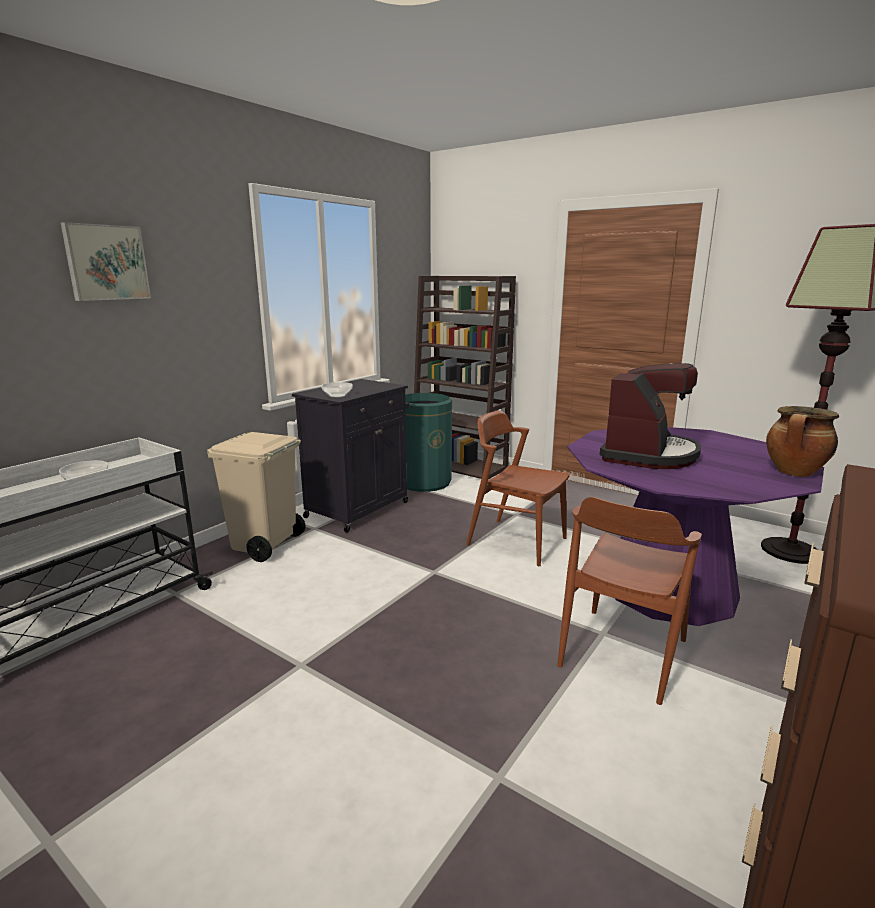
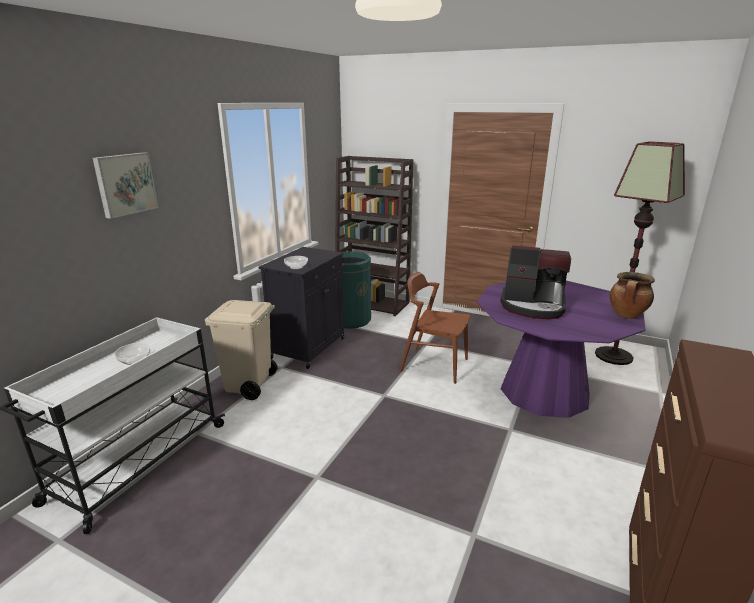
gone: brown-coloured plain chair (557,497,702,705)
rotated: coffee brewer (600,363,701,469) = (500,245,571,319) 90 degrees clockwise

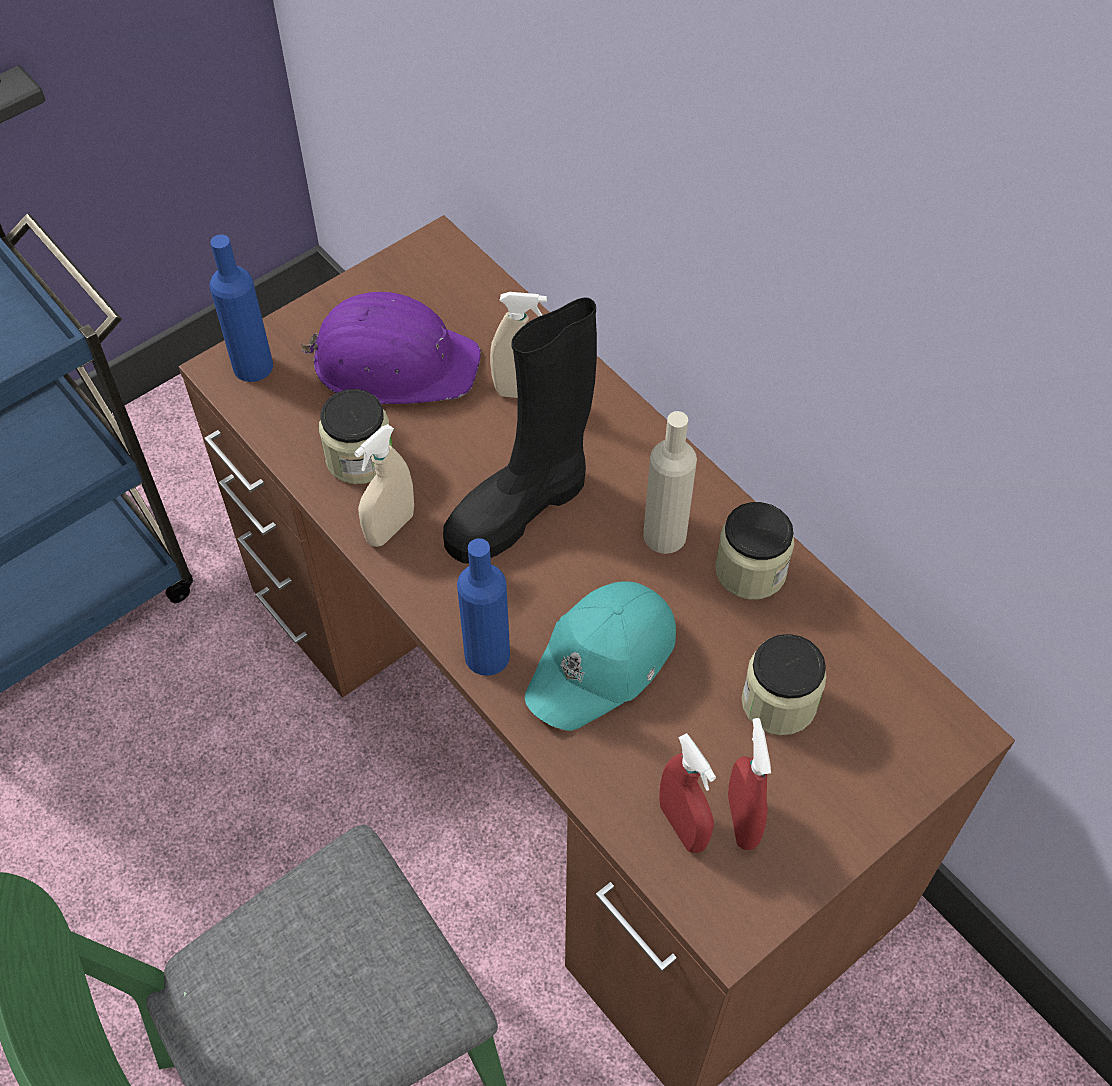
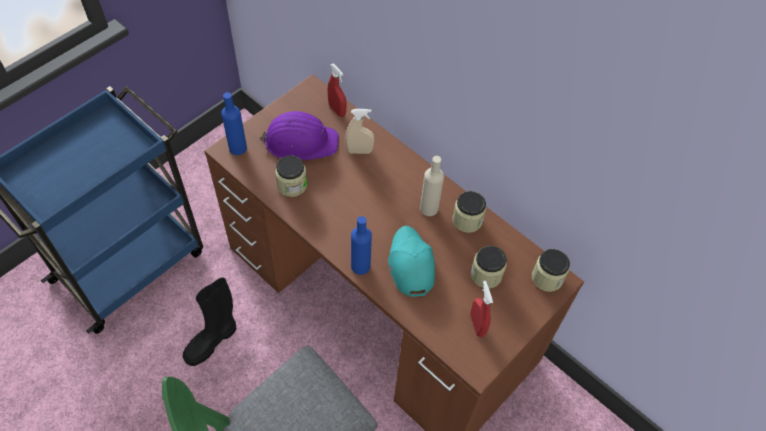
gone: beige spray bottle (354,424,414,547)
new: jar (532,249,570,292)
shifted: black high-top boot (443,297,597,564) to (183,277,236,366); red spray bottle (659,733,716,853) to (328,64,346,117)
rotated: turquoise-coloured cap (525,582,676,731) = (388,226,435,296) 135 degrees clockwise

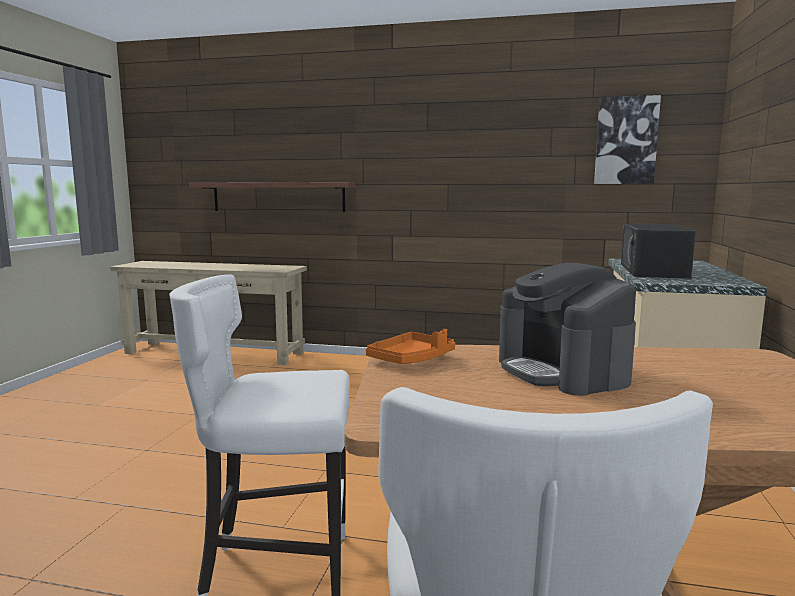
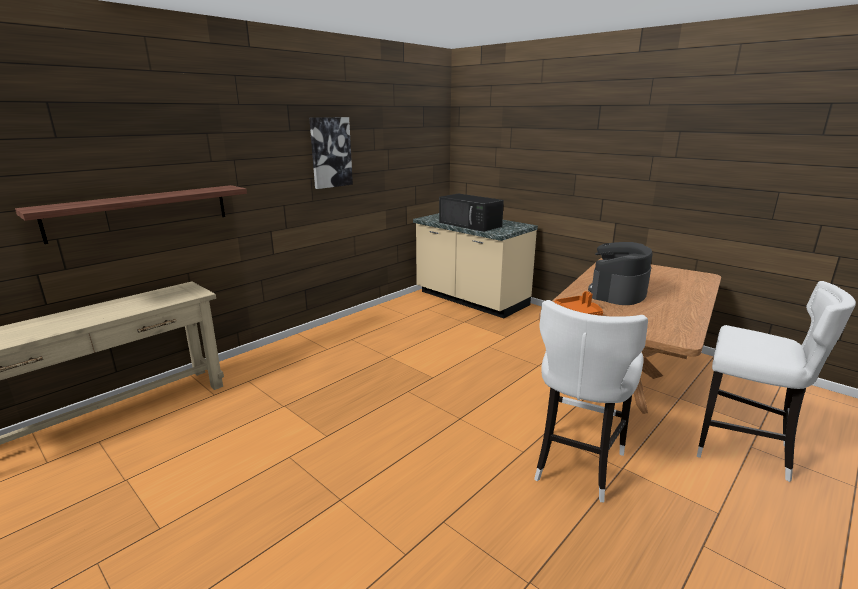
shifted: wall art (594,95,661,184) to (309,117,353,189)
rotated: coffee brewer (499,263,636,396) = (588,242,653,305) 120 degrees clockwise

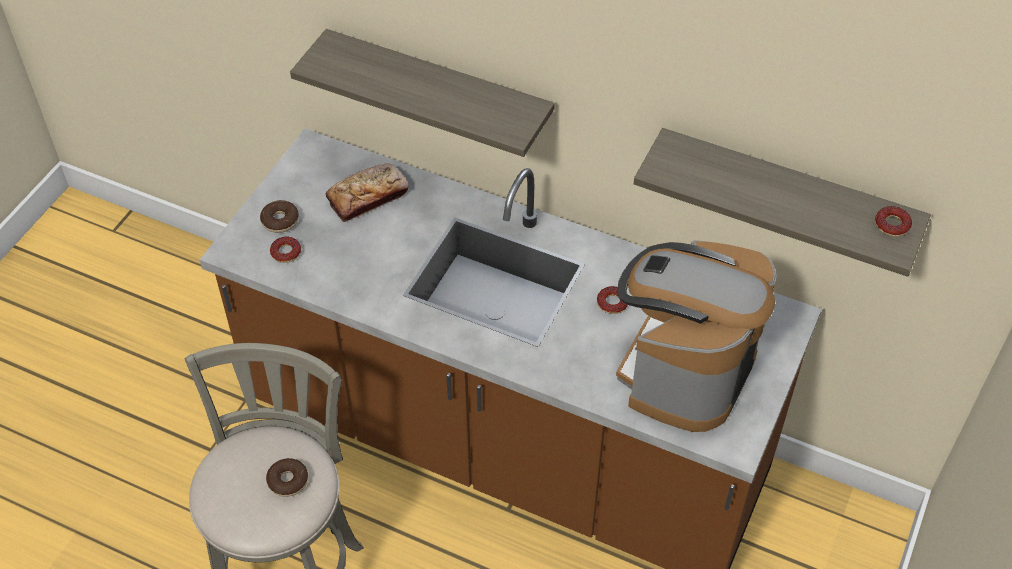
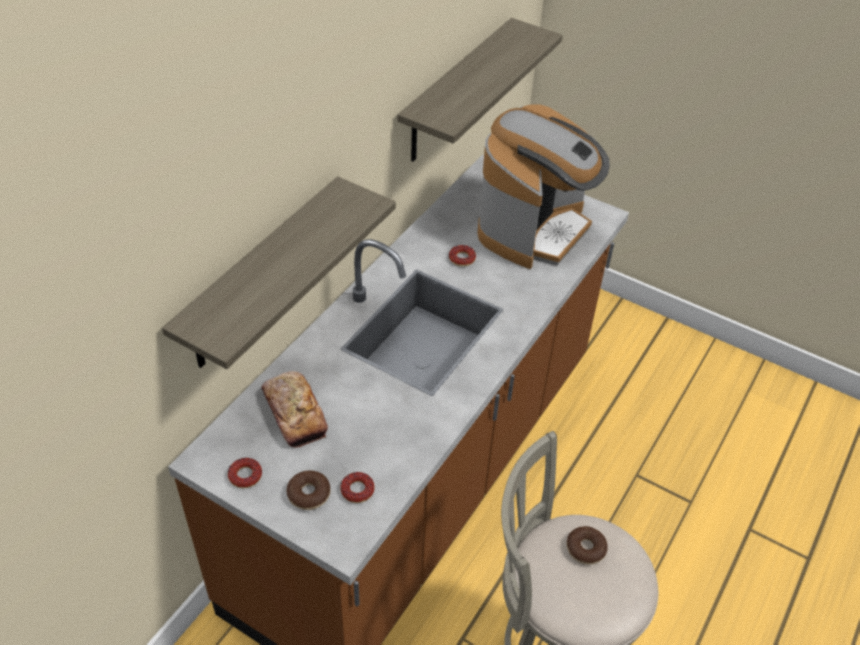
shifted: doughnut (875,206,912,237) to (228,458,262,488)
rotated: coffee brewer (616,240,777,432) = (477,104,610,269) 90 degrees counterclockwise

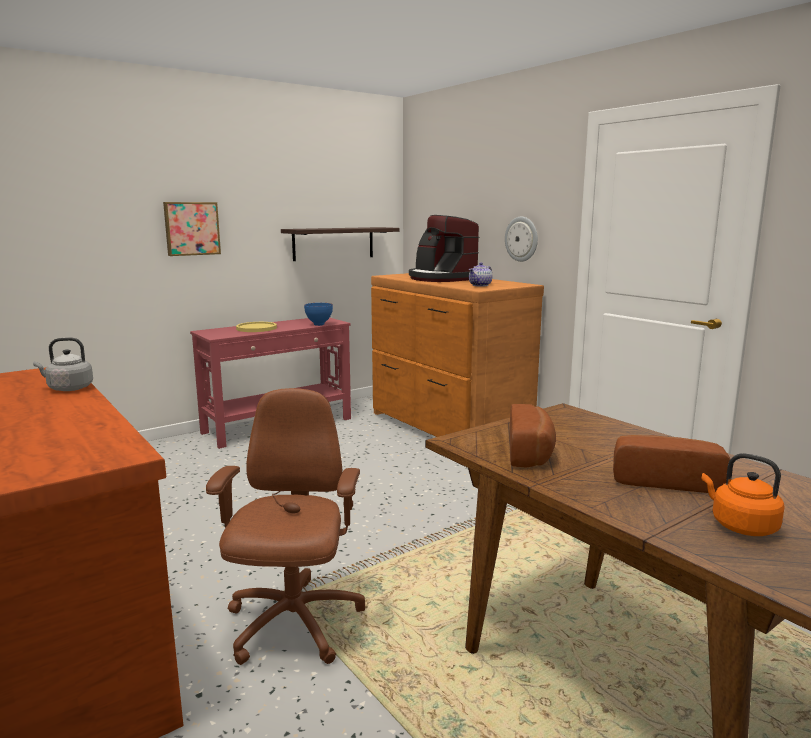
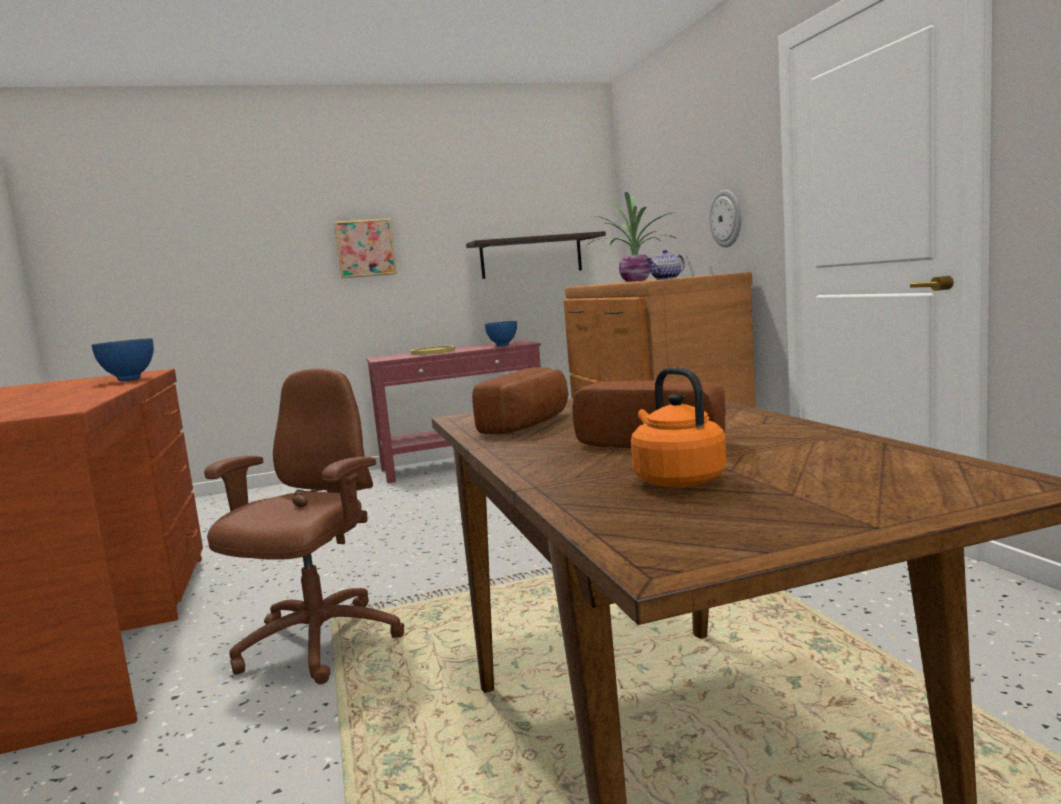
swapped: grey water kettle (33,337,93,391) to blue deep dish (92,338,154,381); coffee brewer (409,215,479,282) to plant in a pot (589,192,678,282)

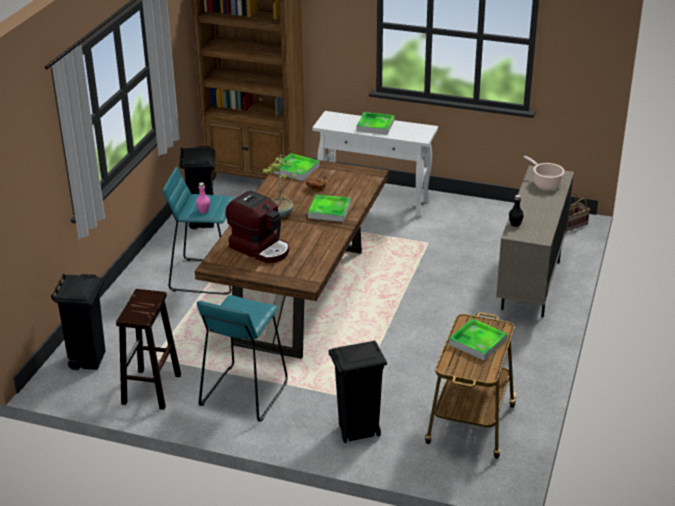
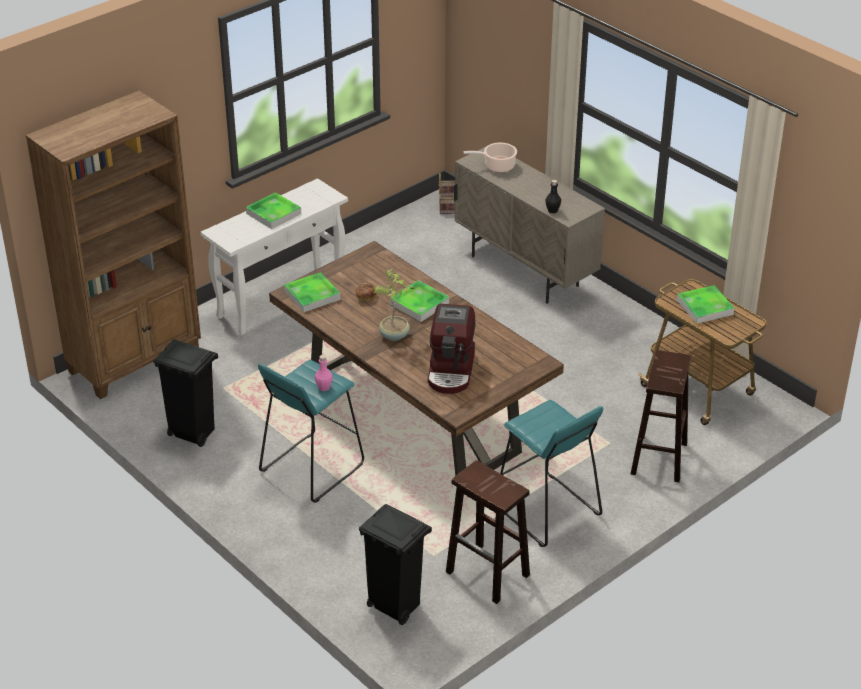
swapped: black trash can (329,340,387,443) to brown-coloured stool seat (631,350,691,482)
rotated: coffee brewer (225,191,289,263) = (427,304,476,394) 120 degrees clockwise

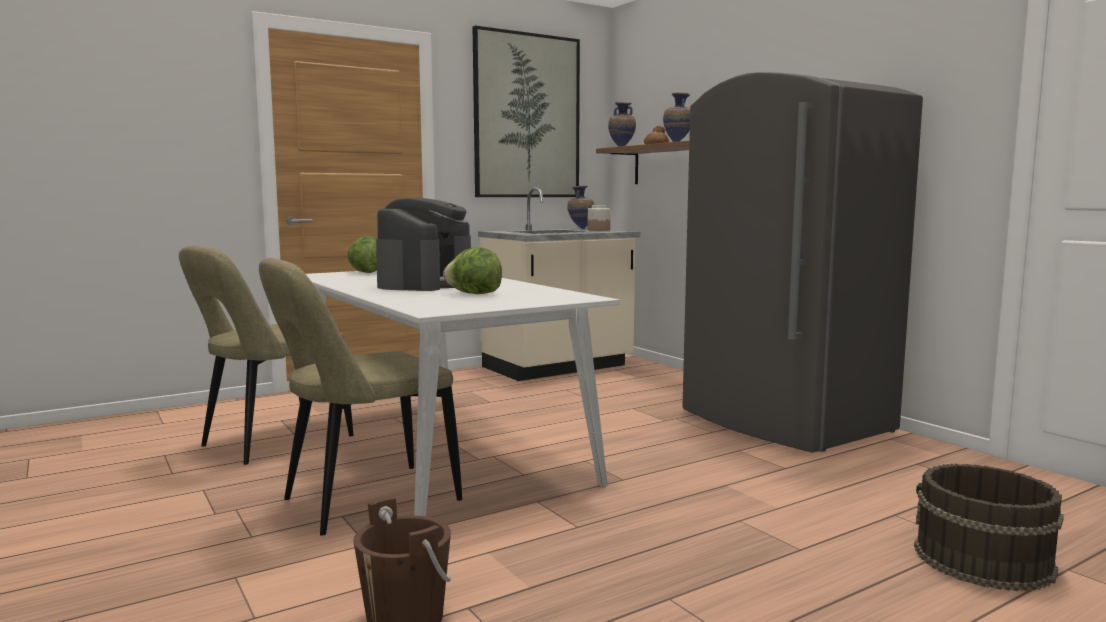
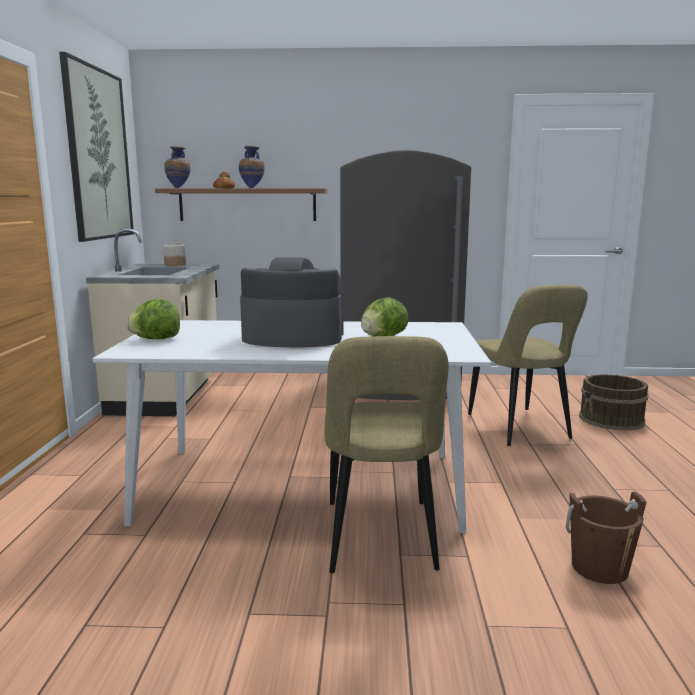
gone: vase (567,185,594,229)
shifted: beige plain chair (179,246,353,465) to (468,285,588,446)
rotated: coffee brewer (376,198,471,291) = (240,257,343,347) 45 degrees counterclockwise

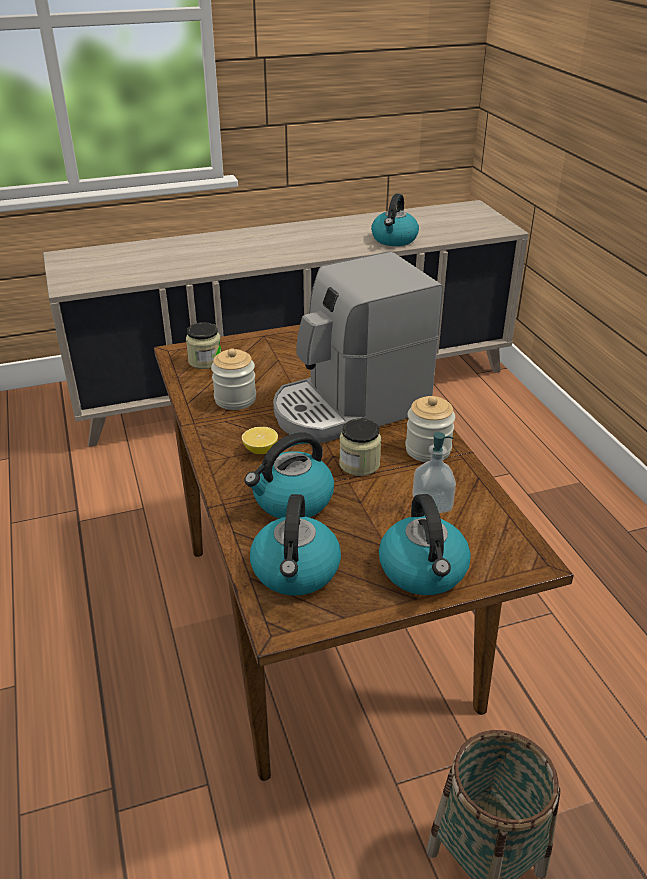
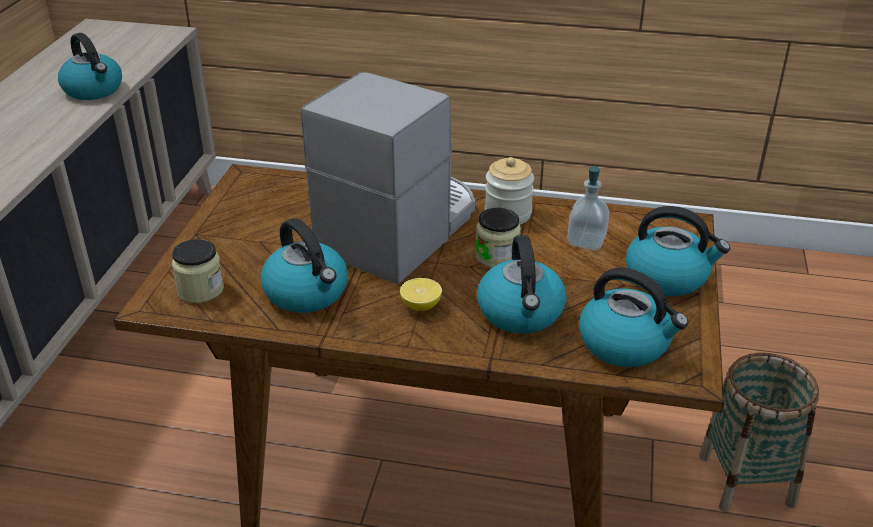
swapped: jar (211,348,256,410) to water kettle (261,218,348,313)
rotated: coffee brewer (273,251,443,443) = (301,72,475,284) 150 degrees counterclockwise

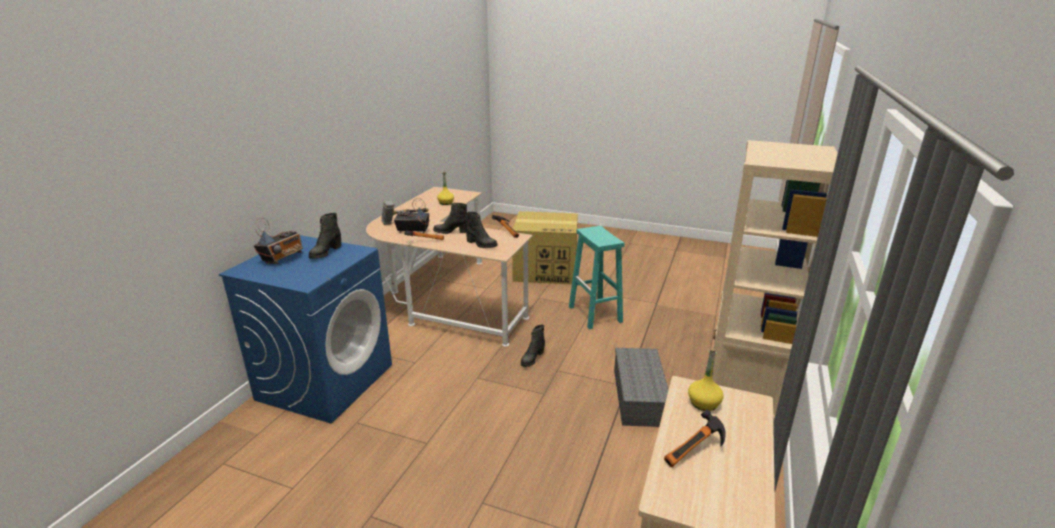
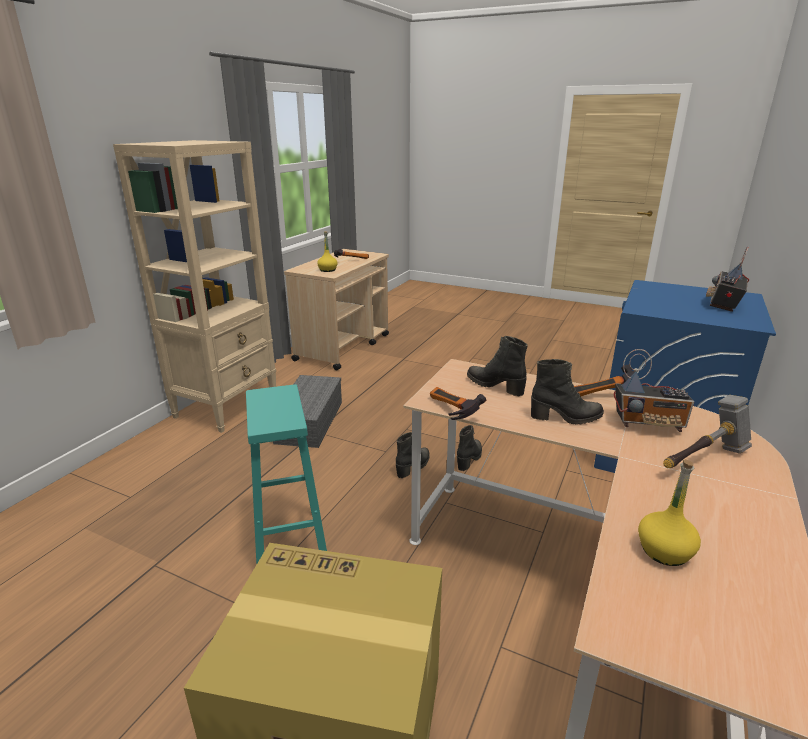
shifted: black high-top boot (308,213,341,259) to (457,425,482,471)

